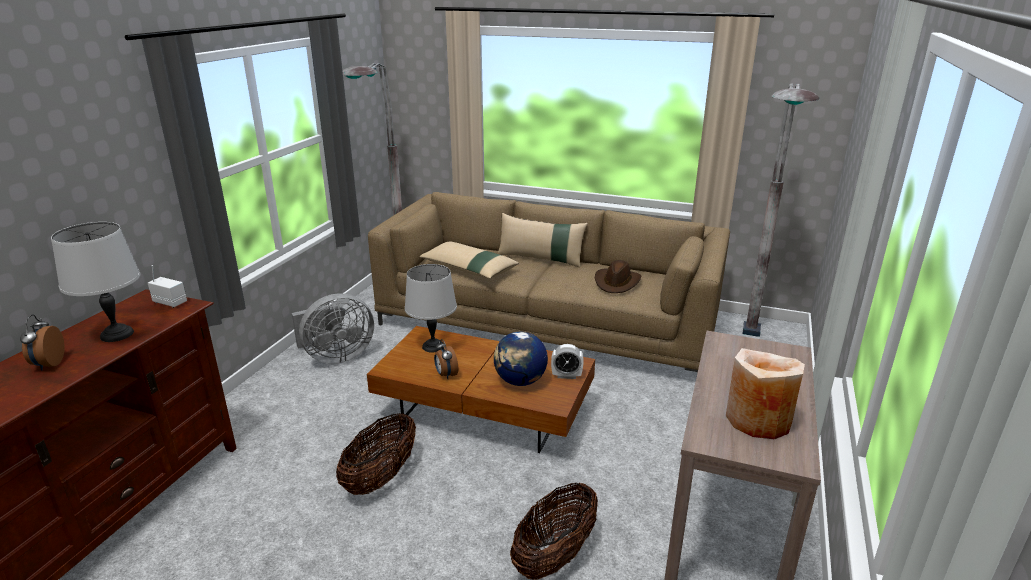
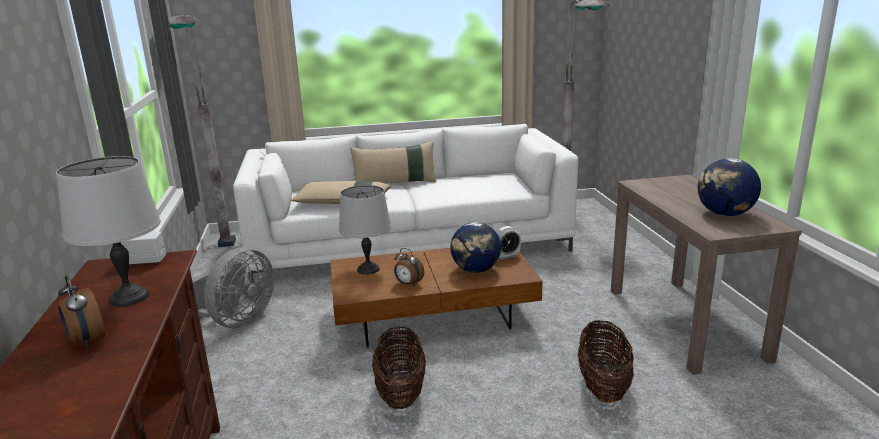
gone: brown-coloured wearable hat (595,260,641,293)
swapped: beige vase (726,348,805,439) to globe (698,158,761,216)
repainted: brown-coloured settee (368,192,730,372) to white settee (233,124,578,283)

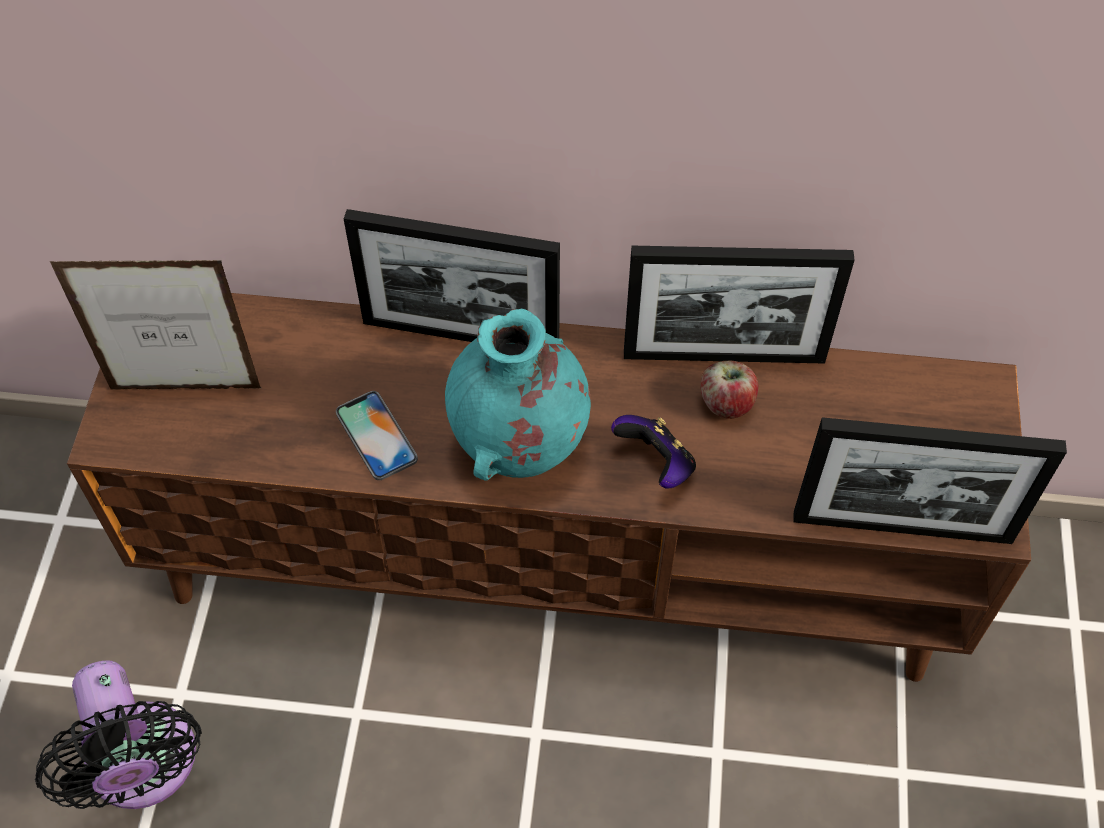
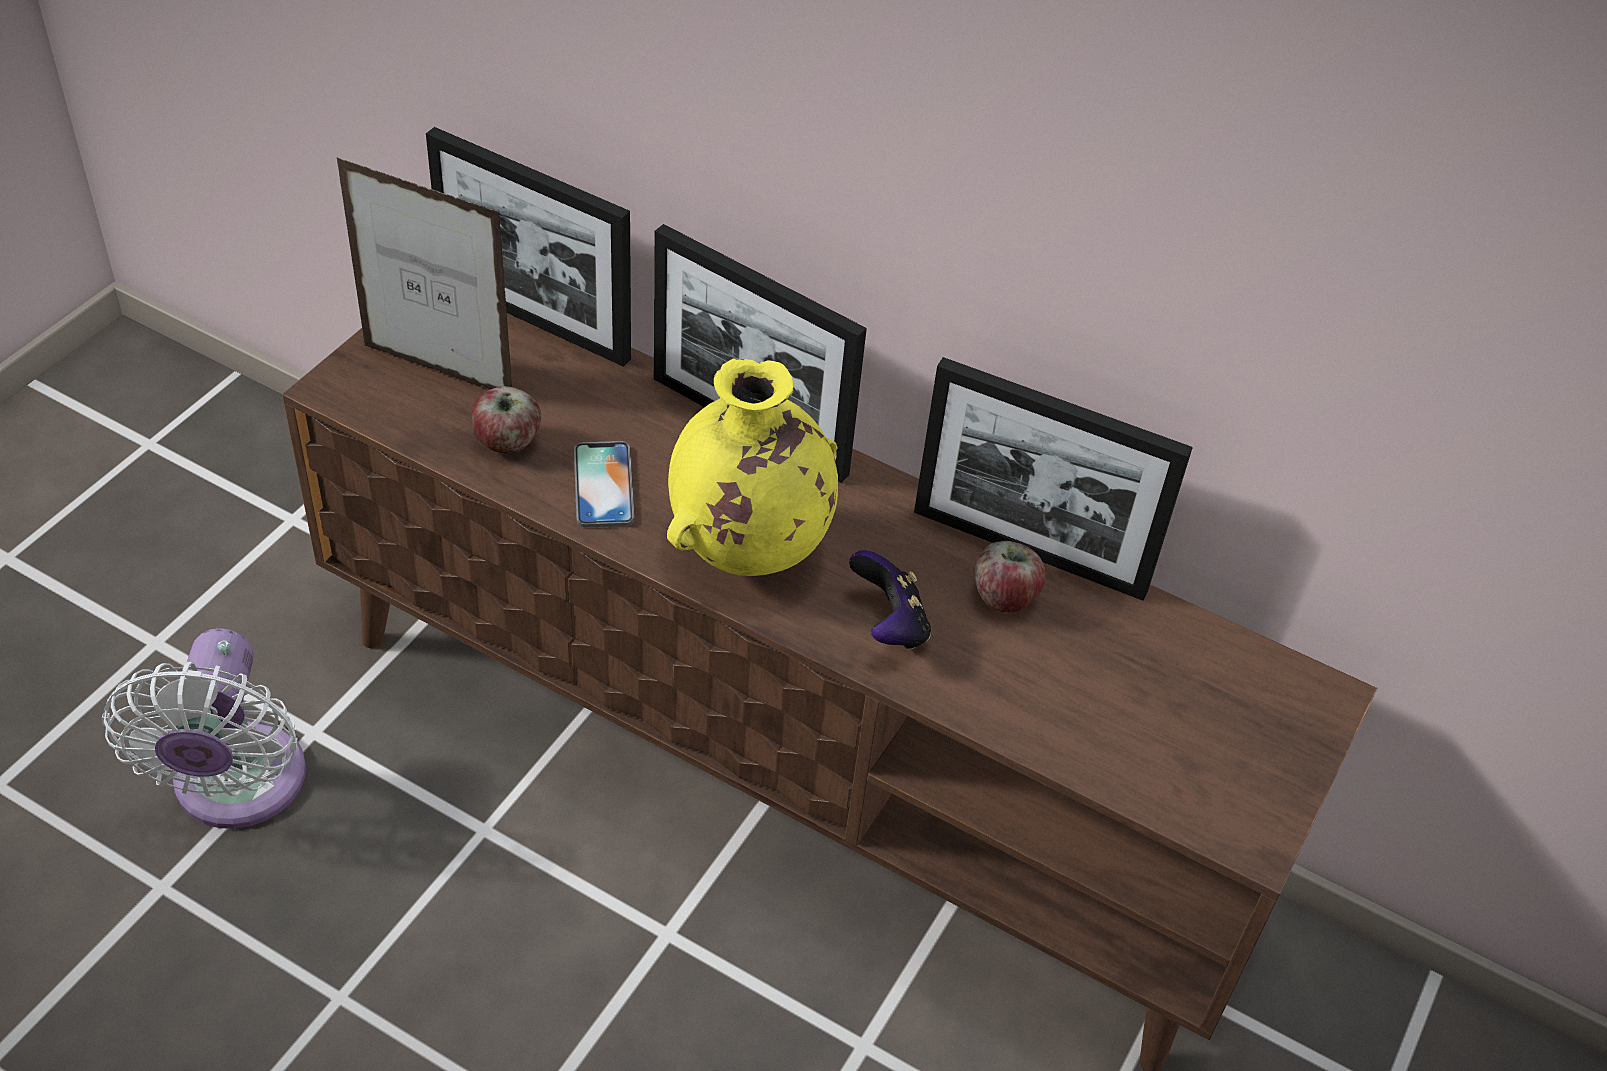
new: whole apple (471,386,541,453)
shifted: standing frame (793,417,1067,544) to (426,127,631,367)
repainted: black cooling fan (35,661,202,809) to white cooling fan (102,628,306,829); turquoise-coloured vase (445,309,591,481) to yellow vase (667,359,838,576)

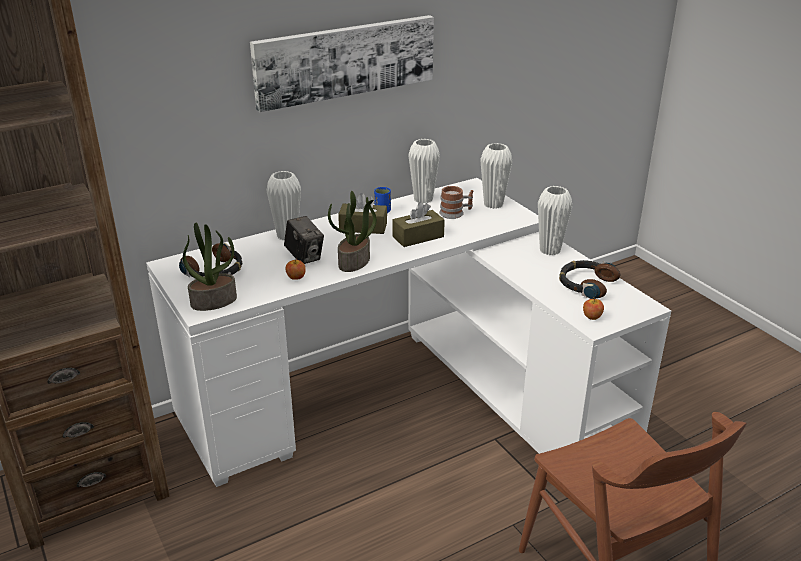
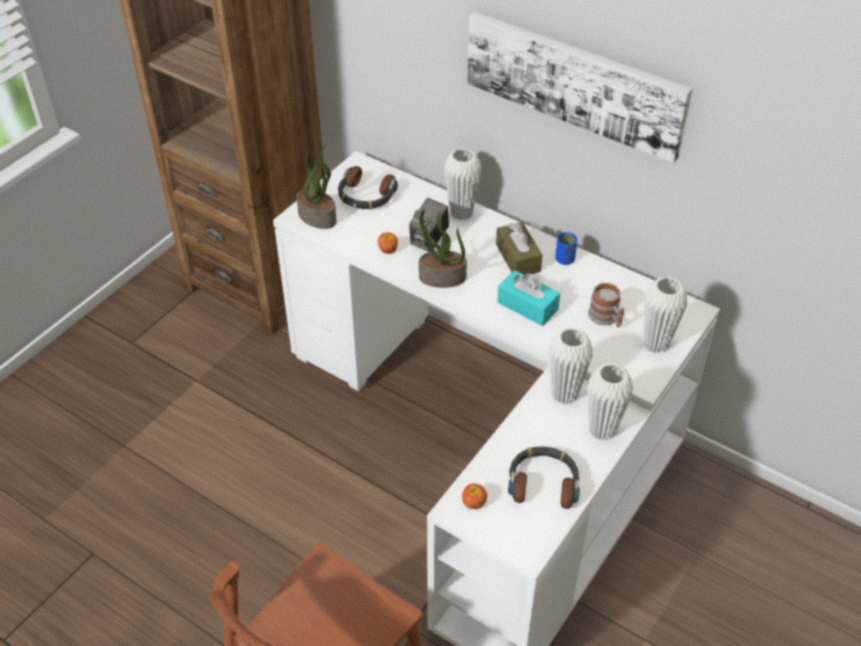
shifted: white vase (408,139,440,203) to (549,327,593,404)
repainted: brown-coloured box of tissues (392,202,445,247) to turquoise-coloured box of tissues (497,270,560,326)

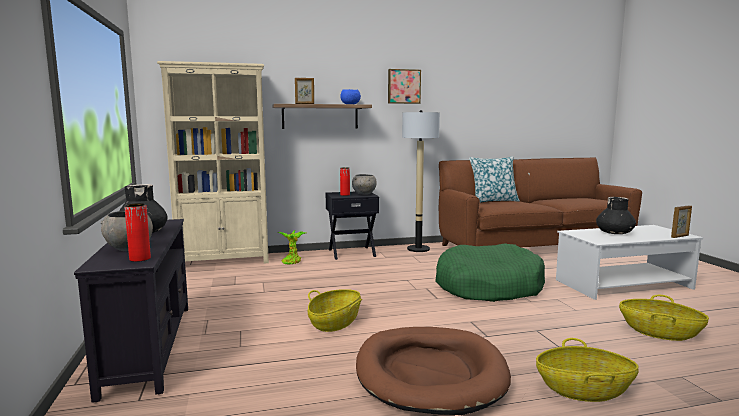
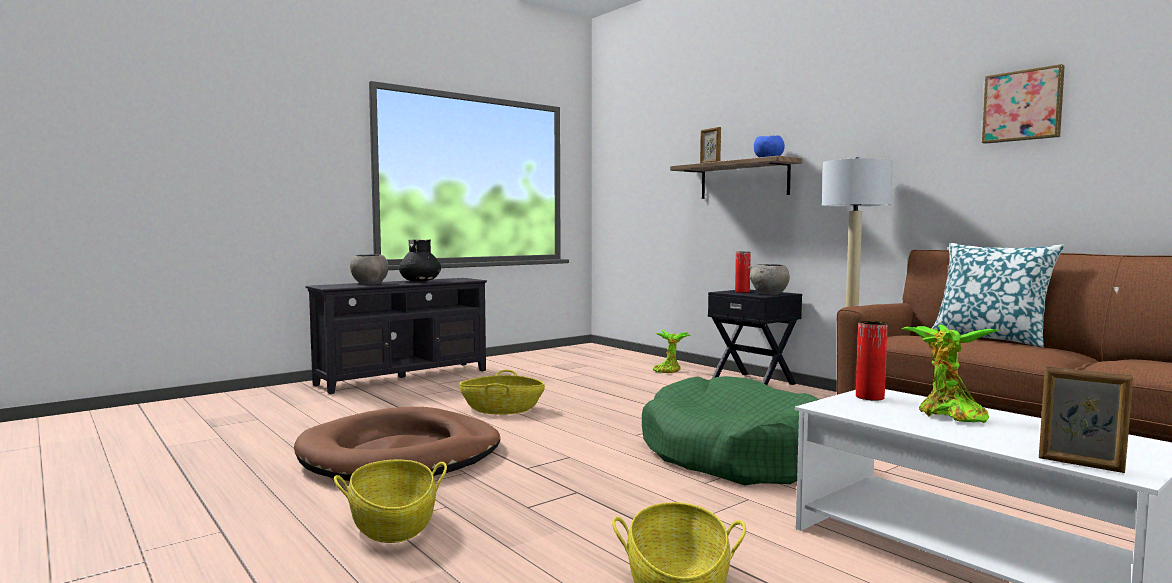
gone: beige bookshelf (157,61,269,264)
shifted: red vase (124,203,151,262) to (856,321,888,401); wall art (388,69,421,104) to (982,64,1065,144)
swapped: black vase (596,197,636,234) to plant in a pot (902,325,1000,423)

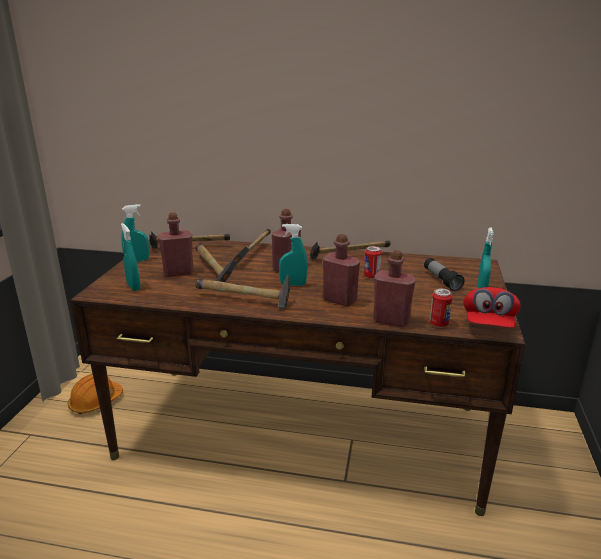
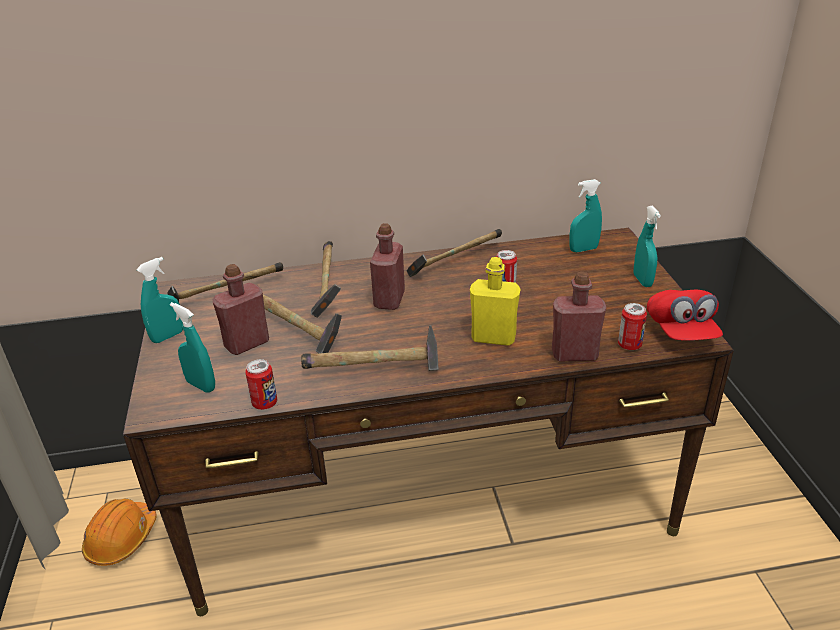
gone: flashlight (424,258,465,291)
new: sealed can (245,359,277,410)
shifted: turquoise-coloured spray bottle (279,224,308,286) to (570,179,602,252)
repainted: red bottle (323,234,360,306) to yellow bottle (470,257,521,346)

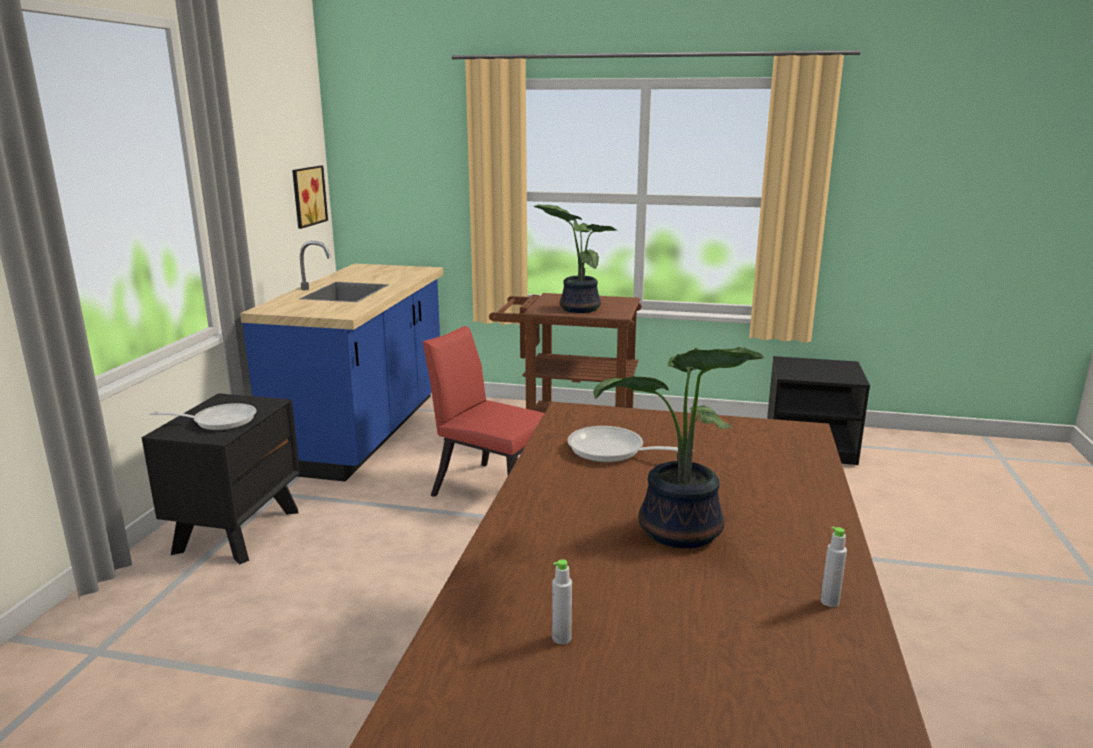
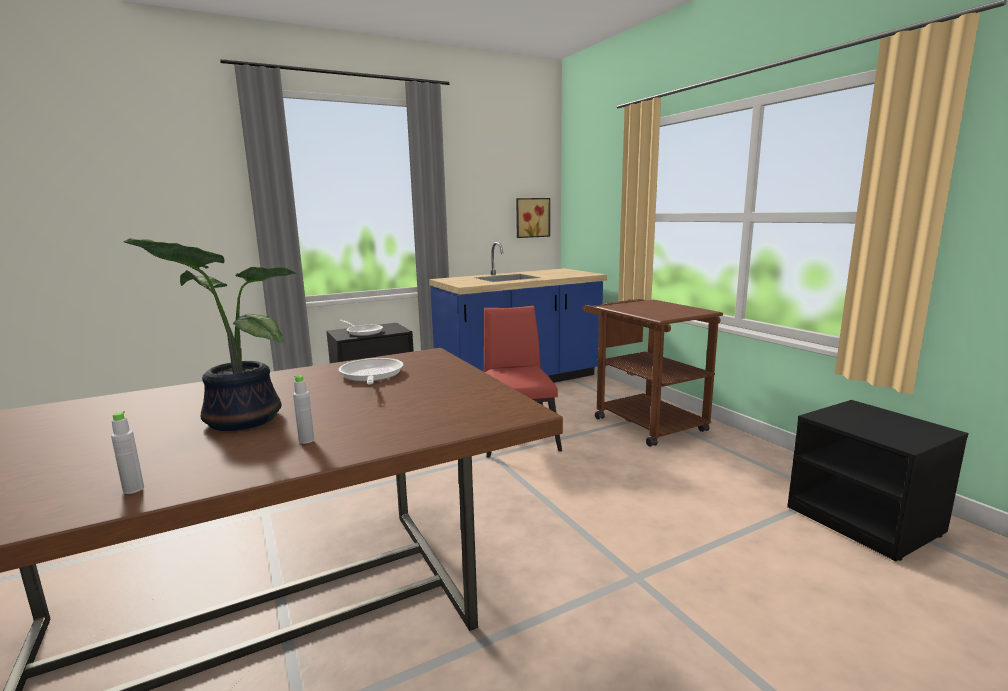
gone: plant in a pot (534,204,619,313)
shifted: grey bottle (552,559,572,644) to (293,375,314,444)

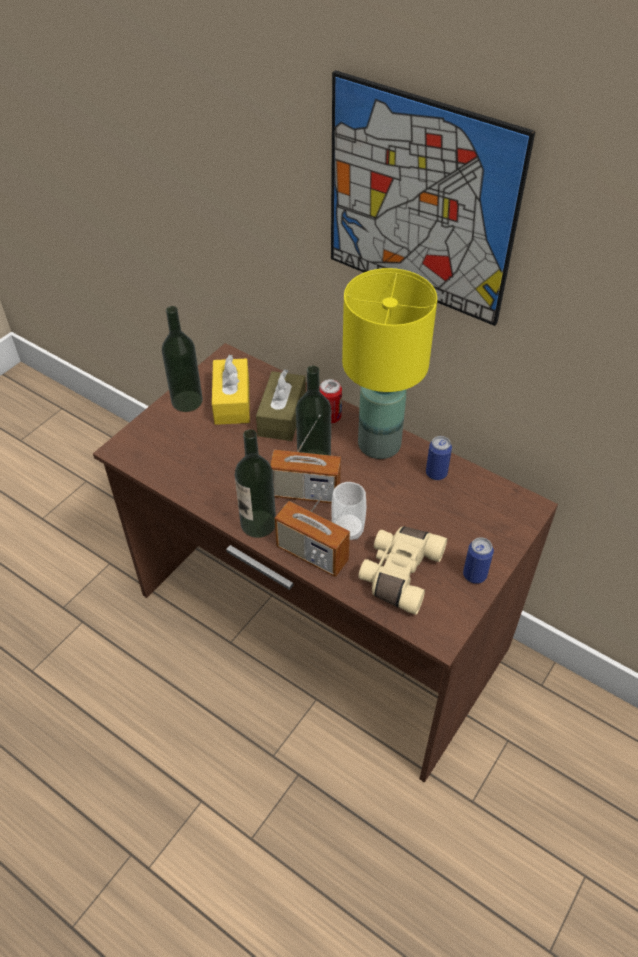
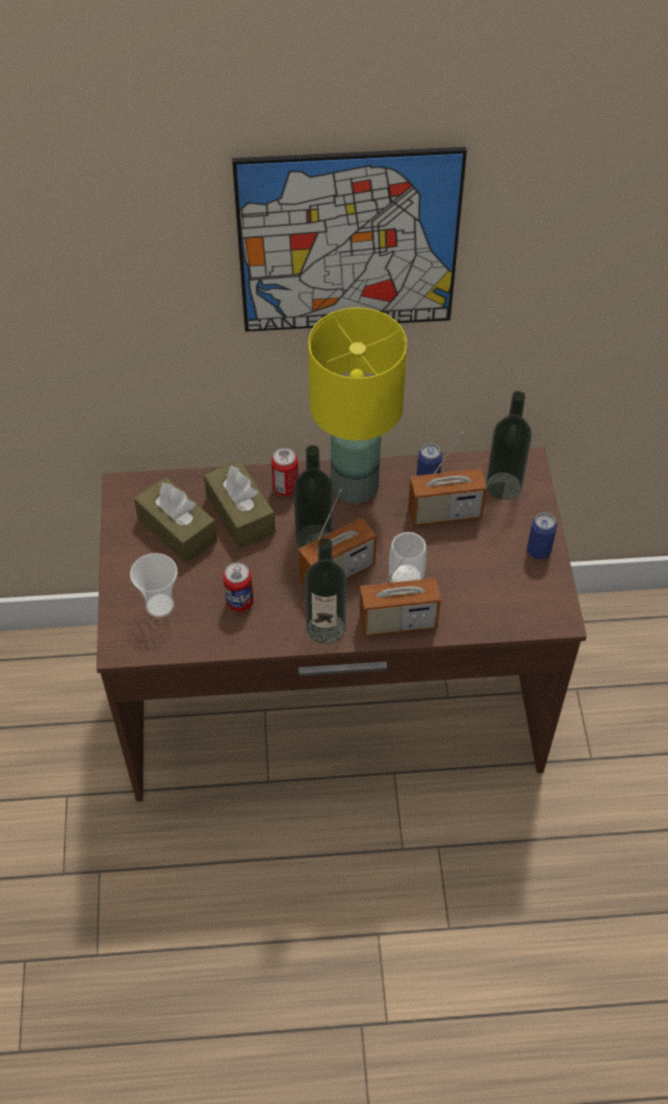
gone: beige pair of binoculars (358,527,447,615)
new: small cup (130,553,177,618); sealed can (223,563,253,612); radio (408,432,487,526)
shifted: bottle (162,306,203,412) to (486,391,532,500)
repainted: yellow box of tissues (212,354,250,425) to brown-coloured box of tissues (134,477,217,563)

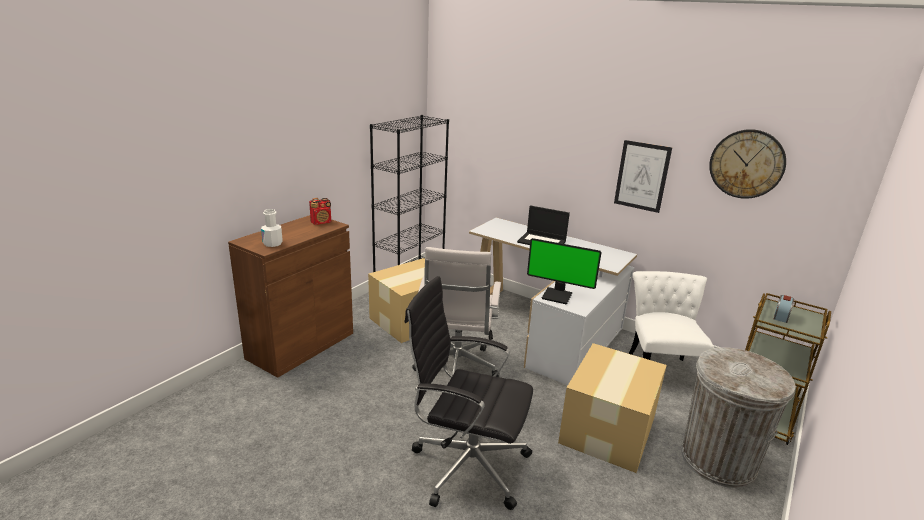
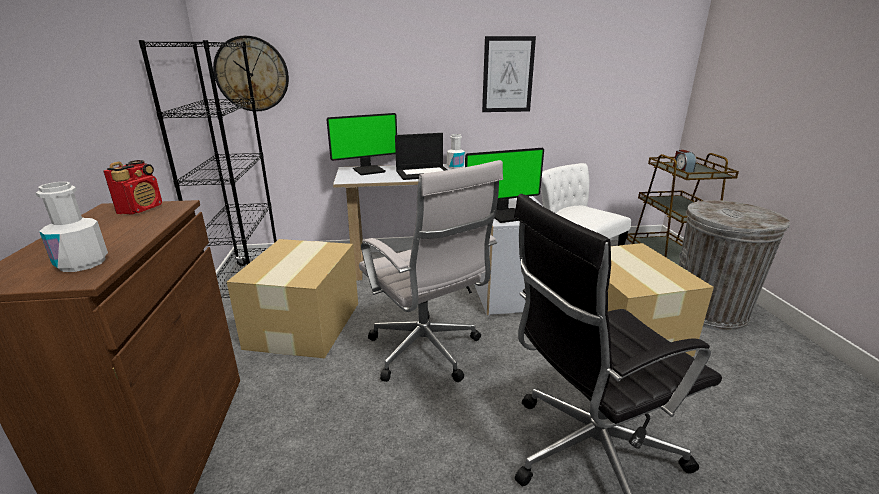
new: computer display (326,113,397,175); white bottle (447,134,465,169)
shifted: hanging clock (709,129,786,199) to (213,36,289,111)

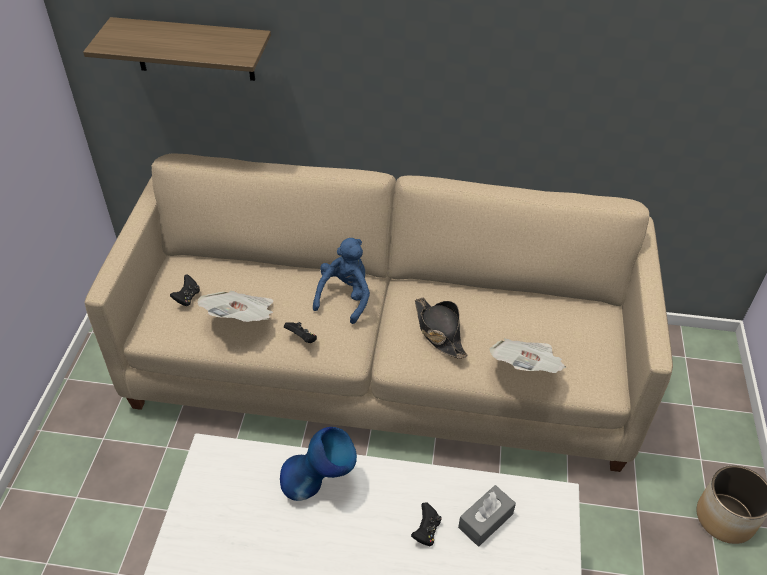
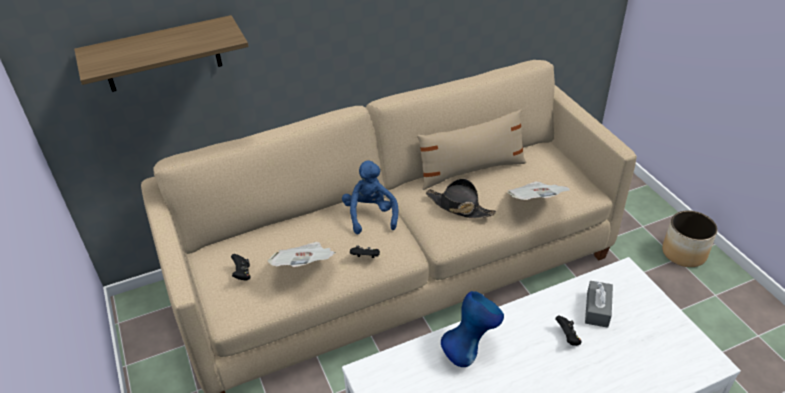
new: beige pillow (417,109,527,190)

